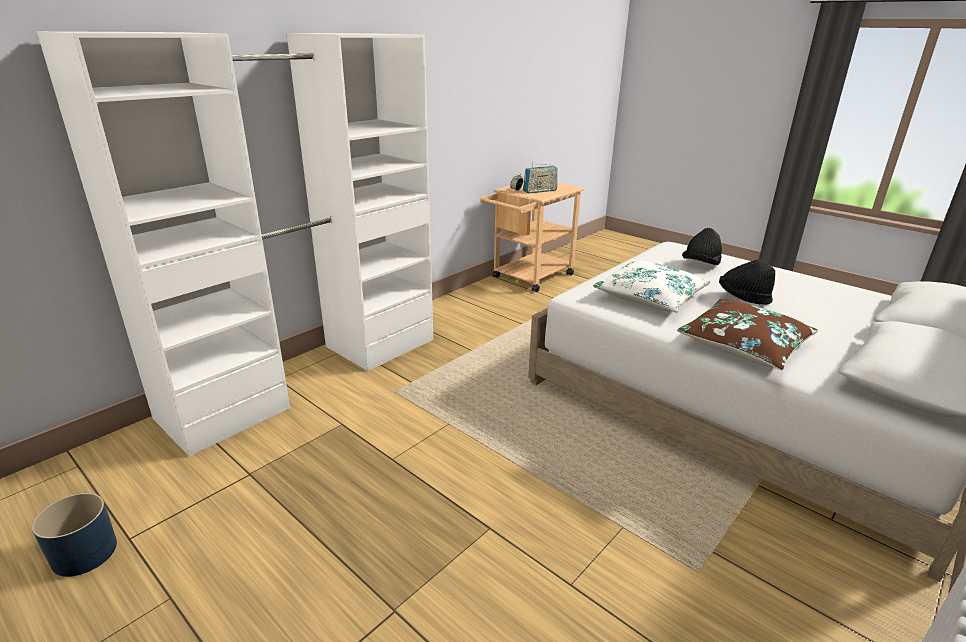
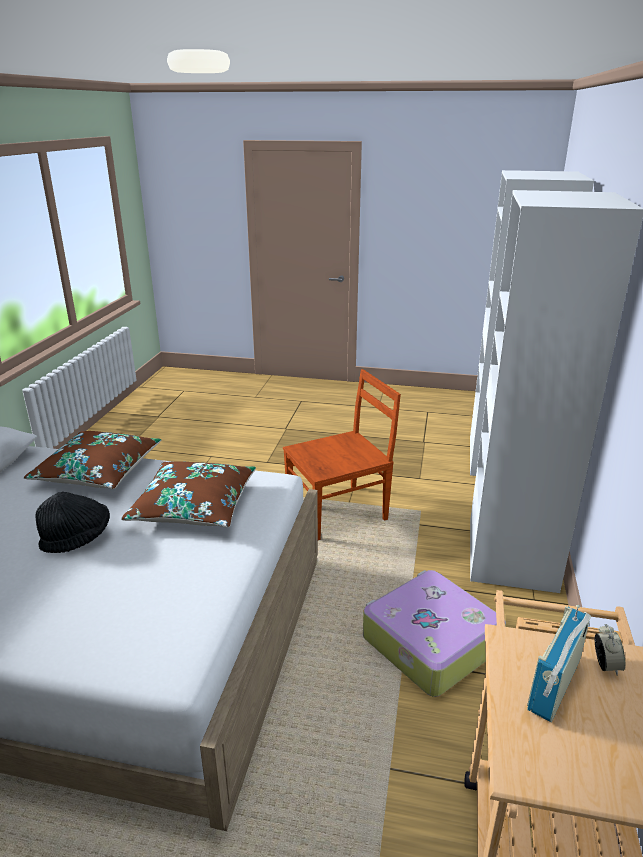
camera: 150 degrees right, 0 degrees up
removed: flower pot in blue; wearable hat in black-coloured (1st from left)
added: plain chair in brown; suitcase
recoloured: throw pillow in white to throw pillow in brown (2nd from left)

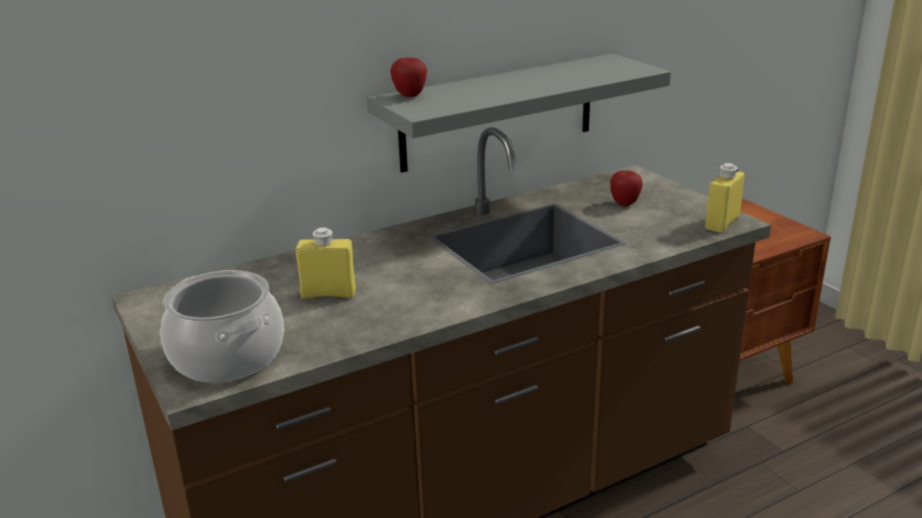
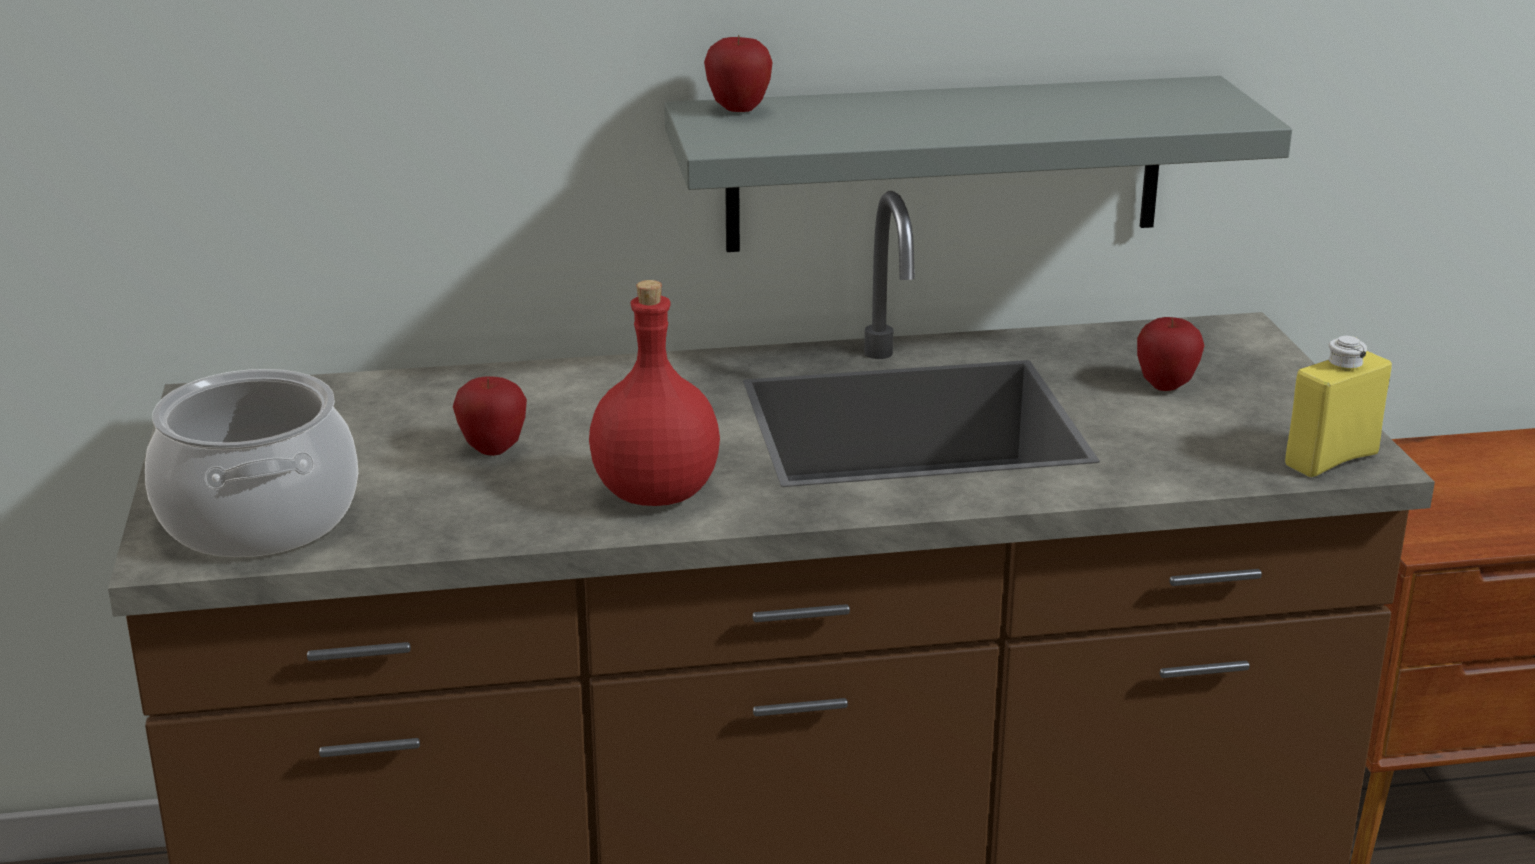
camera: 20 degrees right, 0 degrees up
added: drink bottle in reddish
replaced: drink bottle in yellow-coloured (1st from left) to whole apple (1st from left)

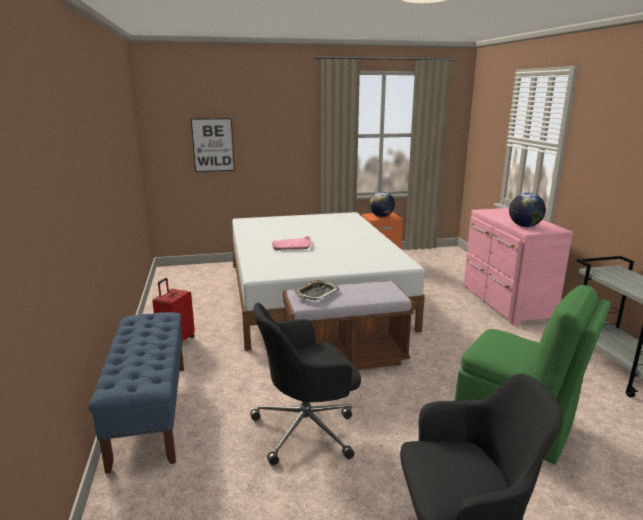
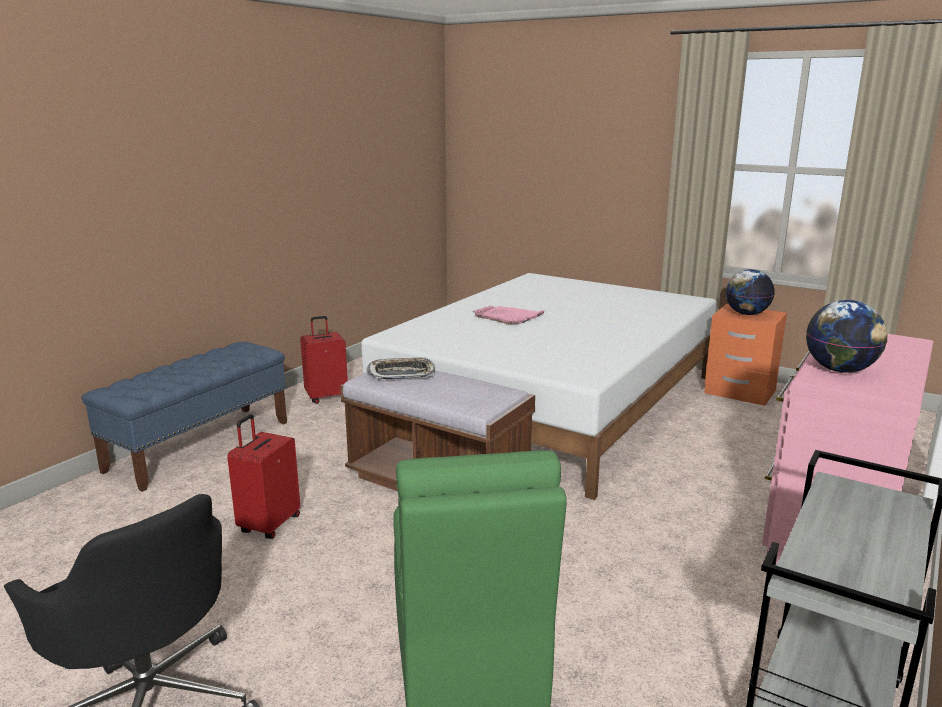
camera: 45 degrees right, 0 degrees up
removed: wall art
replaced: computer chair in black-coloured (1st from left) to suitcase in reddish (1st from left)

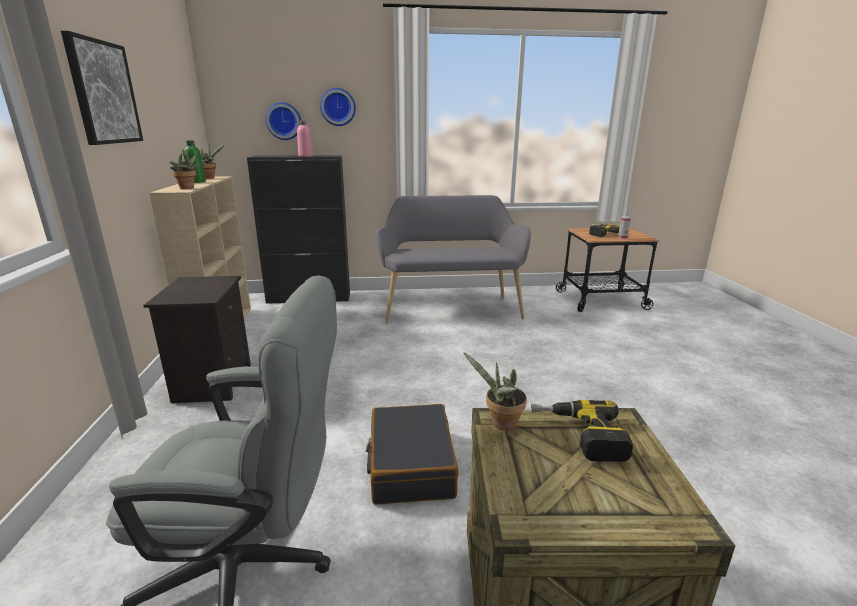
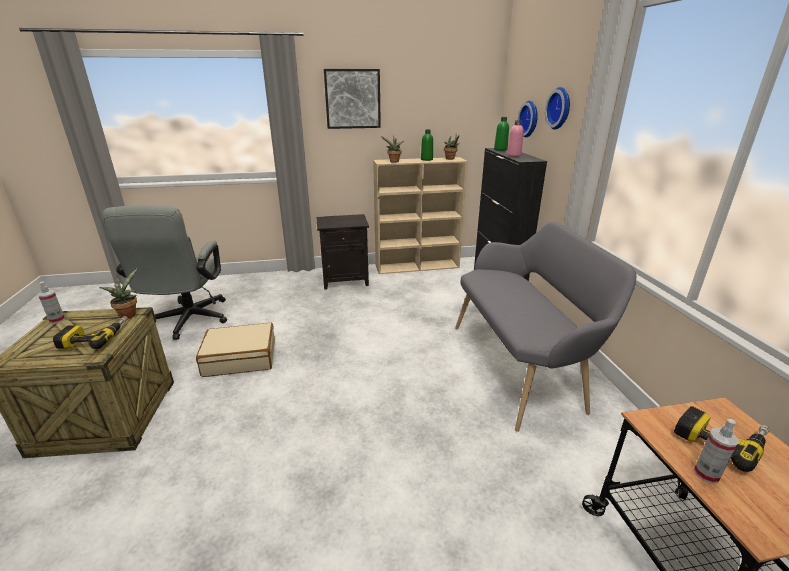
camera: 85 degrees right, 5 degrees up
added: spray bottle (1st from left); drink bottle in greenish (2nd from left)
recoloured: suitcase in black-coloured to suitcase in beige-coloured

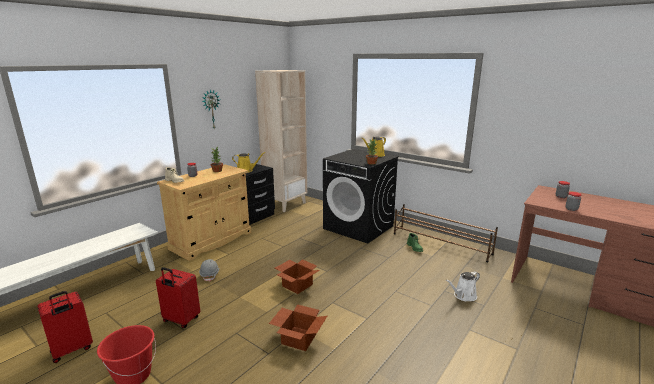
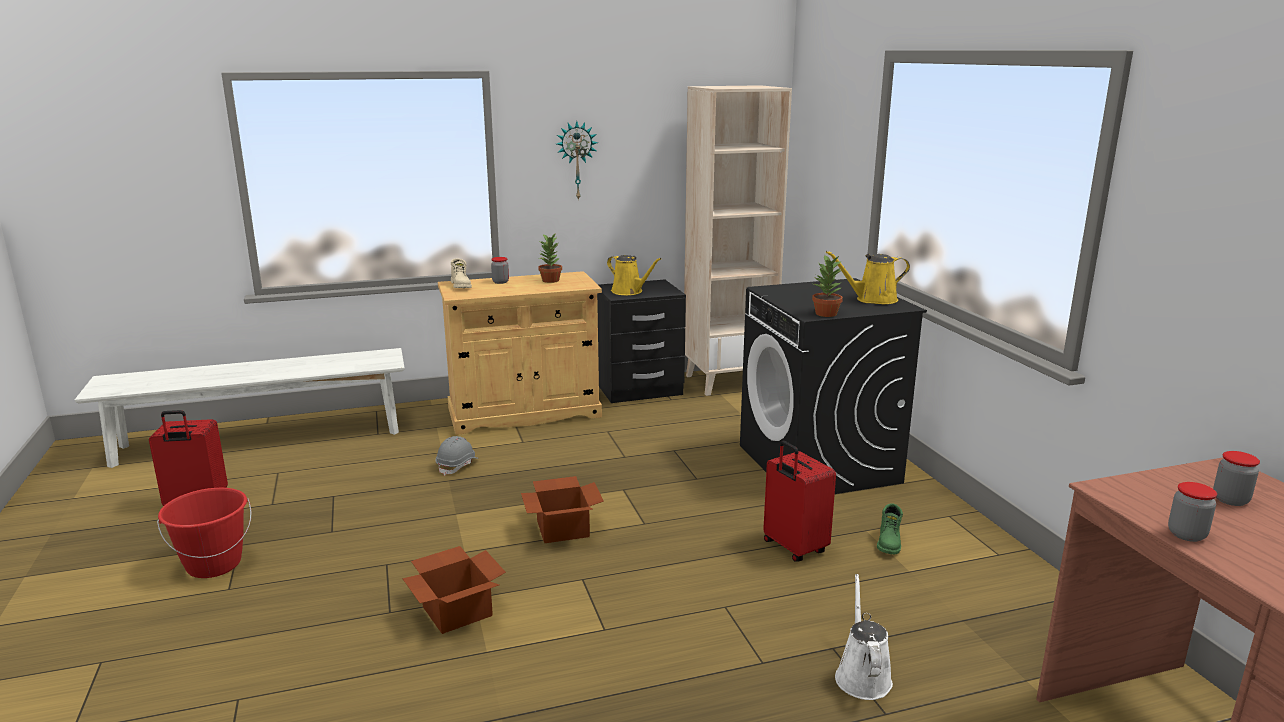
camera: 35 degrees right, 0 degrees up
removed: shoe stand in brown
moved: suitcase in reddish (2nd from left)
turned: sprinkling can in white 90 degrees clockwise

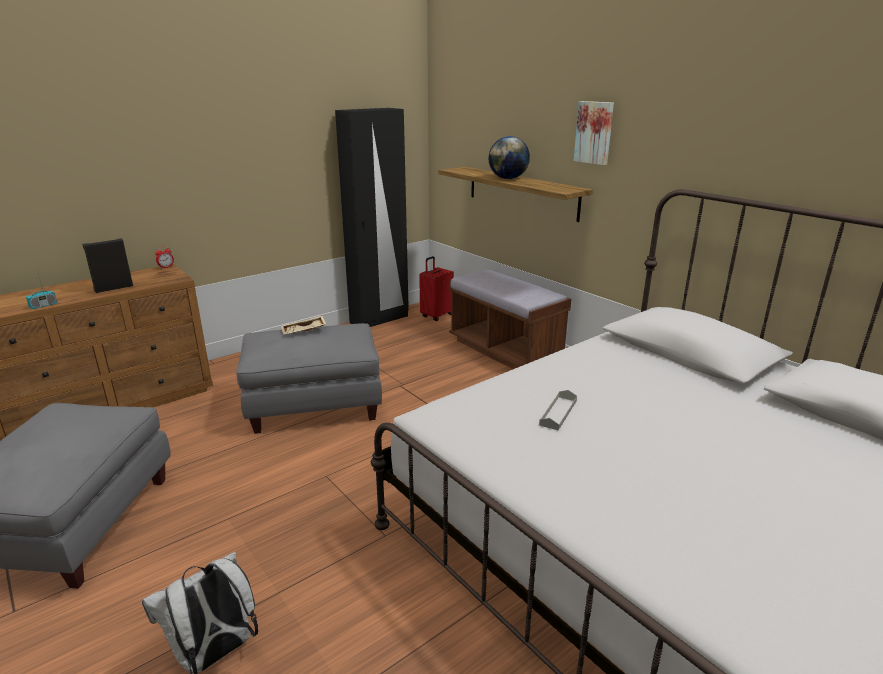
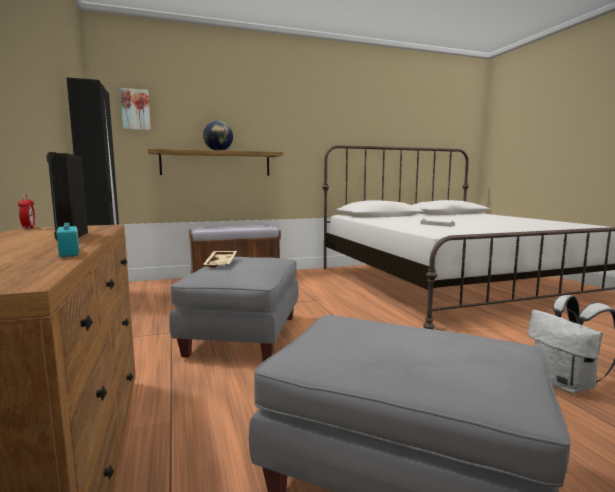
camera: 70 degrees left, 15 degrees down
removed: suitcase in reddish
moved: wall art

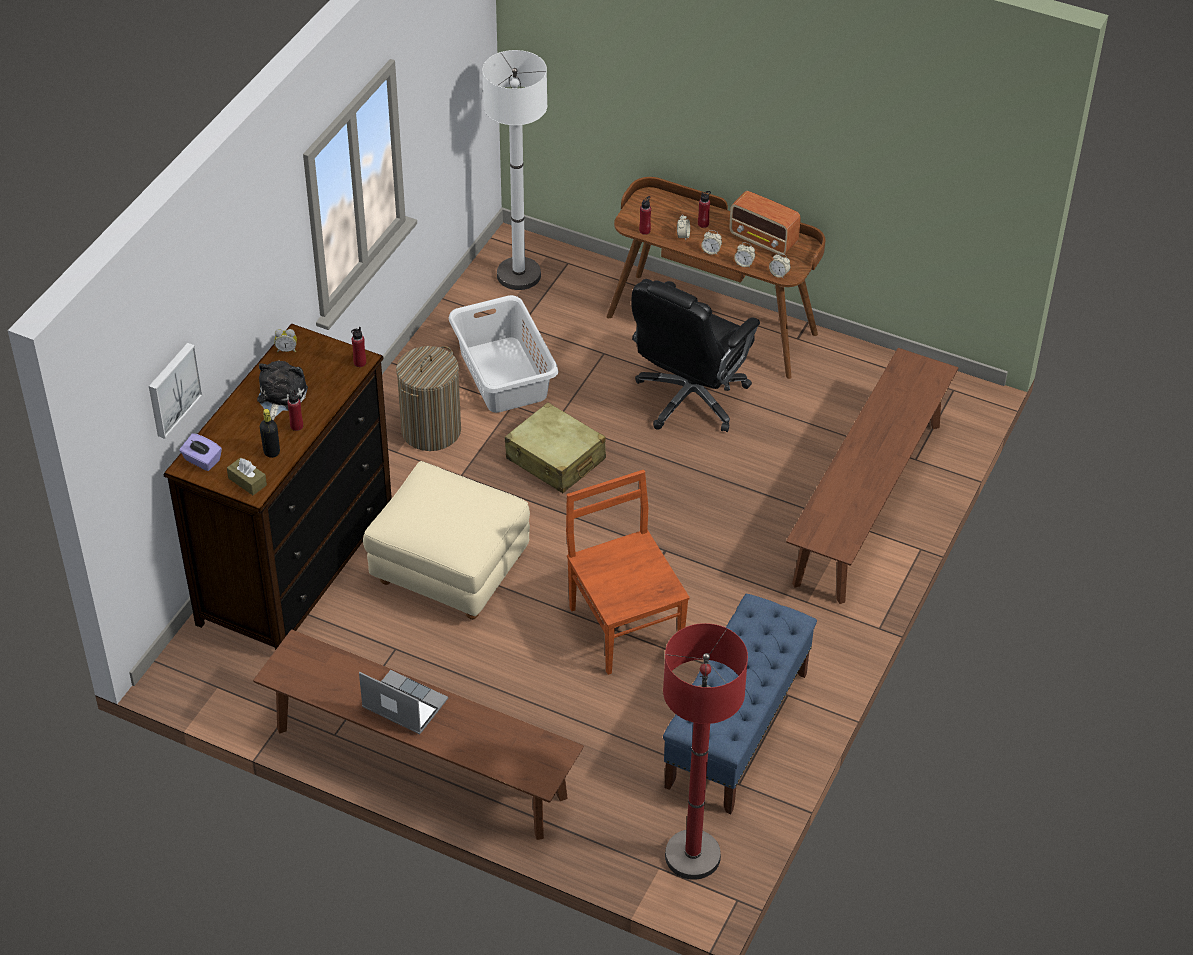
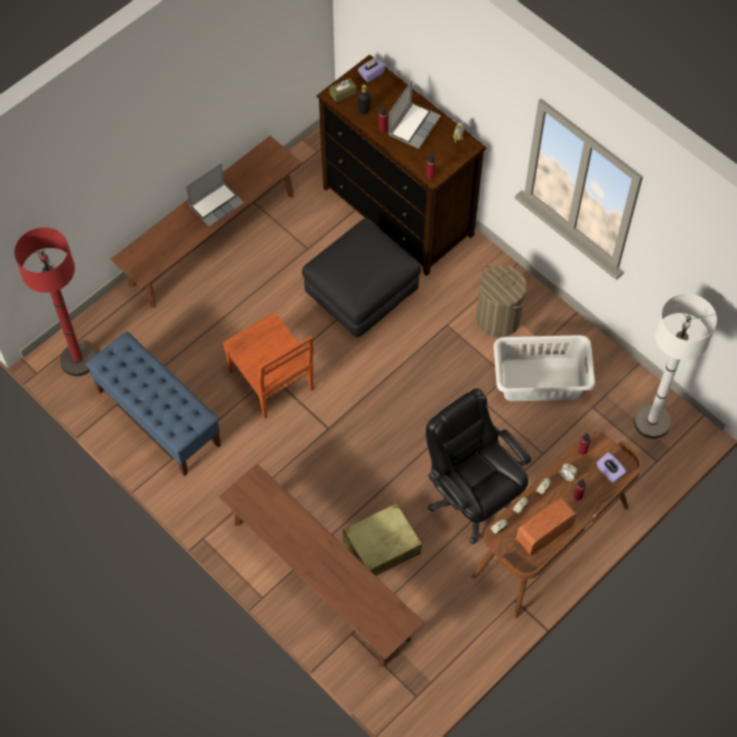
camera: 110 degrees right, 15 degrees up
removed: wall art
added: tissue holder in purplish (2nd from left)
moved: suitcase in beige-coloured
replaced: plush toy to laptop (2nd from left)
recoloured: pouffe in beige-coloured to pouffe in black-coloured
turned: plain chair in brown 60 degrees clockwise

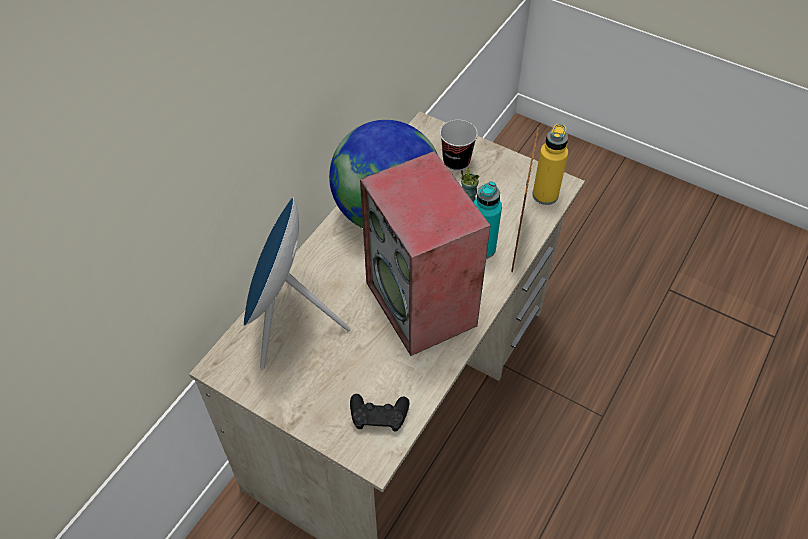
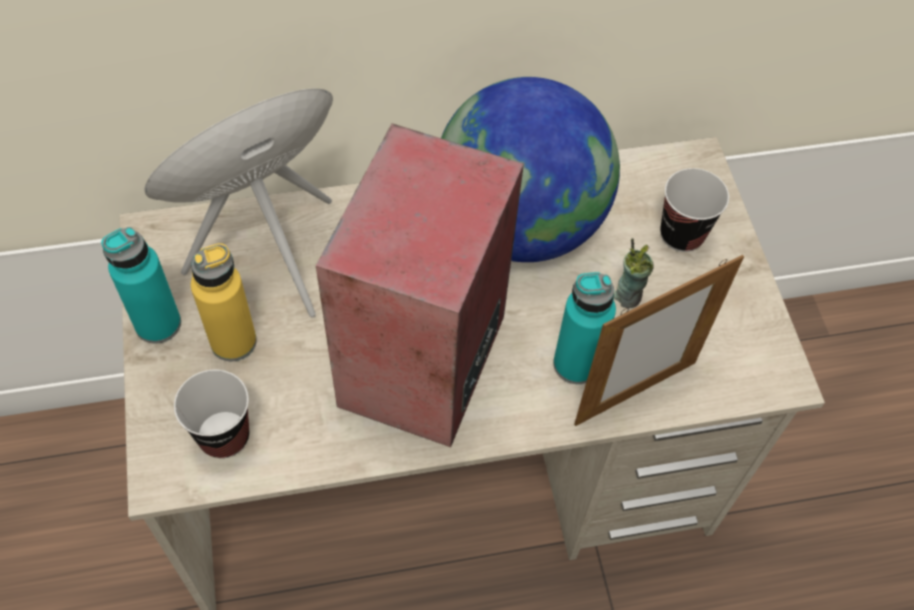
camera: 45 degrees right, 5 degrees up
added: drink bottle in turquoise-coloured (1st from left)
moved: drink bottle in yellow-coloured
replaced: game controller in black-coloured to small cup (1st from left)

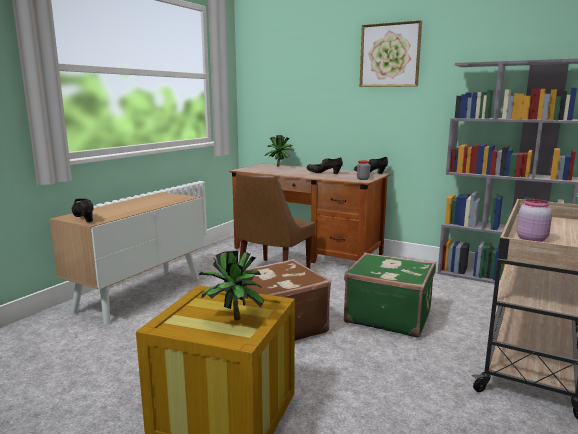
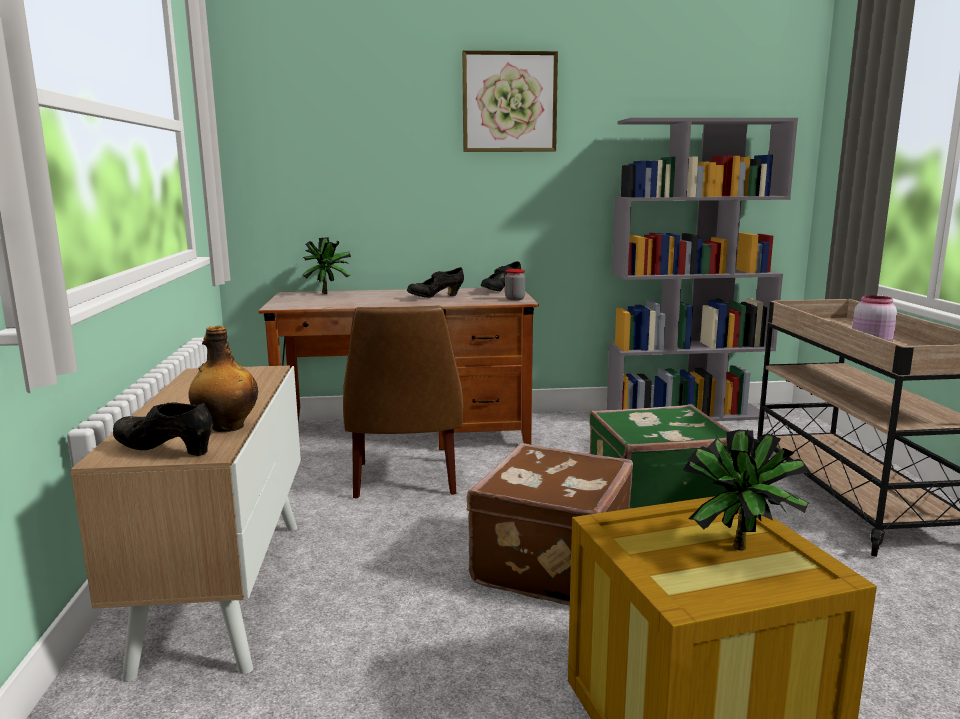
camera: 35 degrees left, 0 degrees up
added: drink bottle

